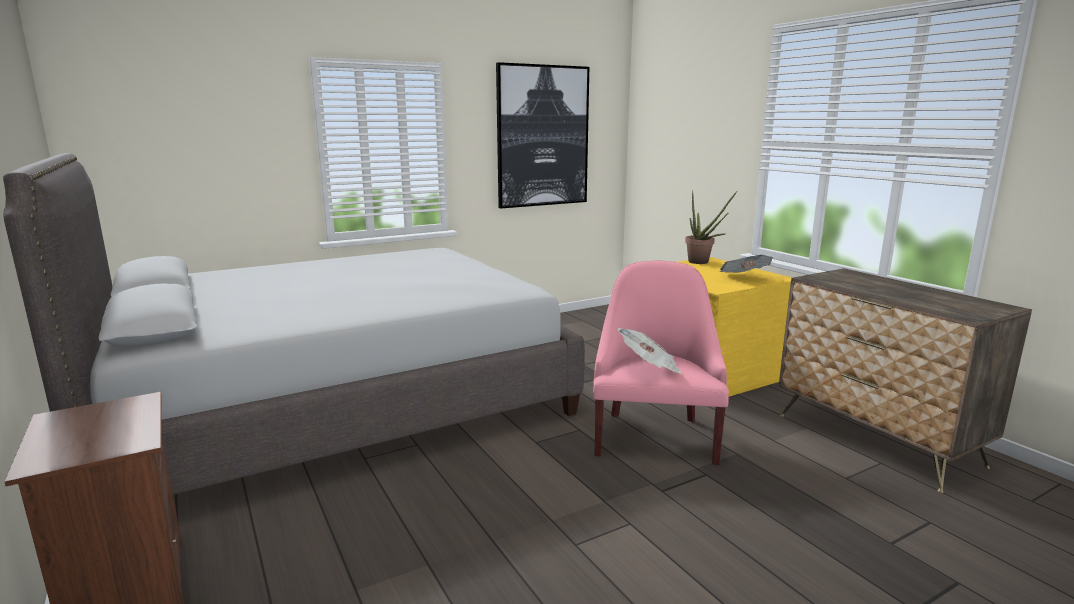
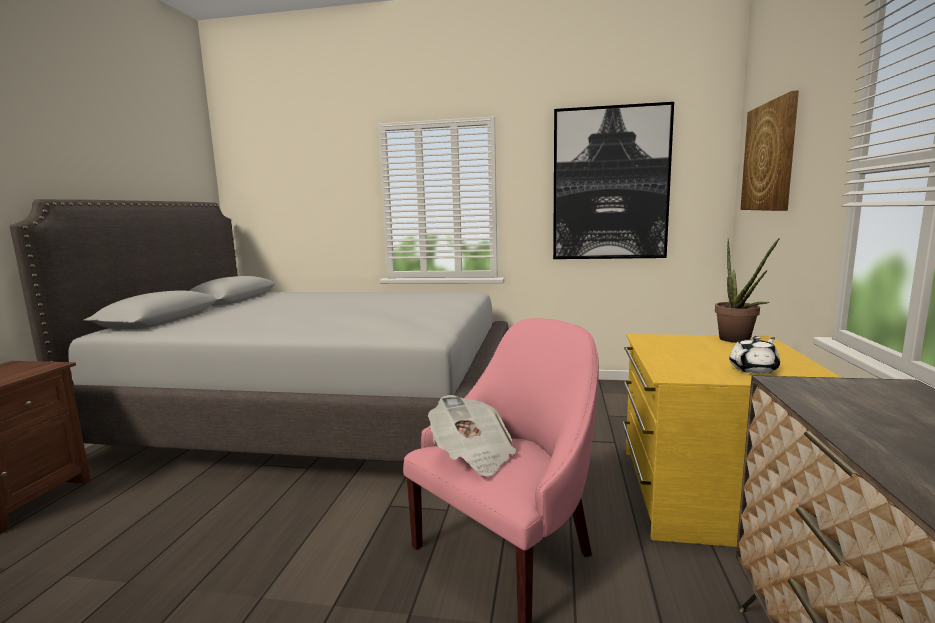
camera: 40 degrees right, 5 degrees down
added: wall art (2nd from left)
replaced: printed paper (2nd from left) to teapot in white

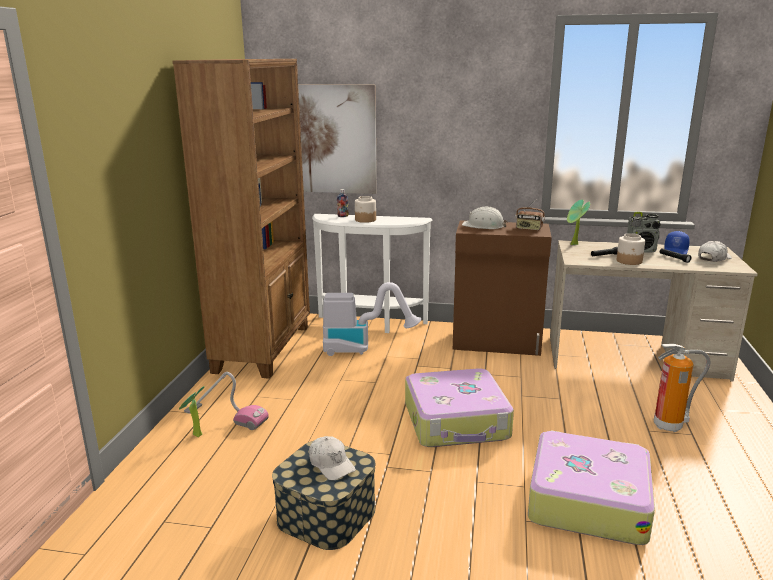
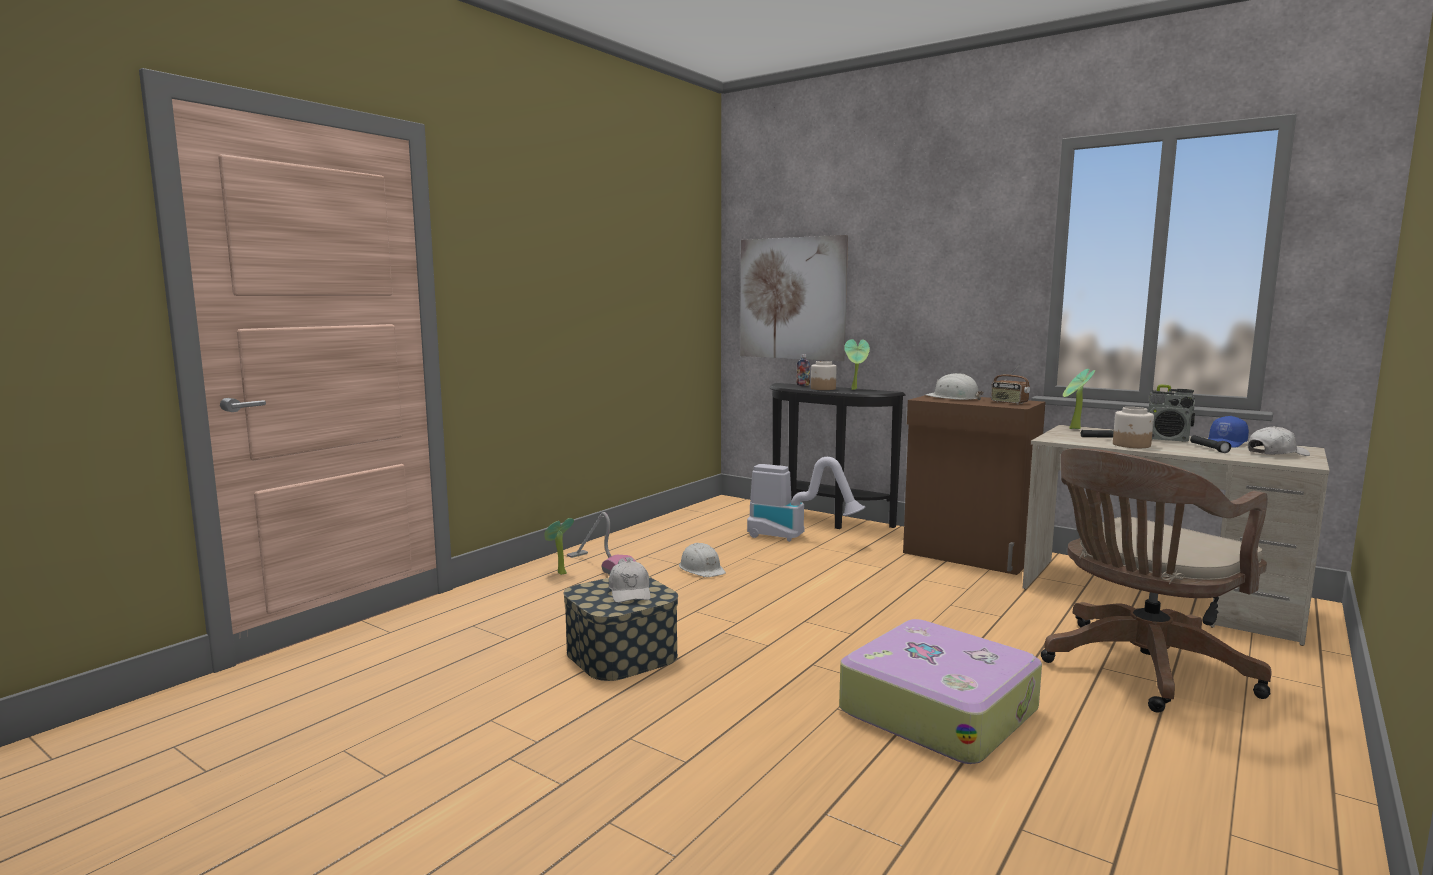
camera: 25 degrees right, 10 degrees down
removed: shelving unit in brown; suitcase (1st from left)
added: hard hat in white (1st from left); potted plant (2nd from left)
replaced: fire extinguisher to computer chair in brown
recoloured: narrow table in white to narrow table in black-coloured

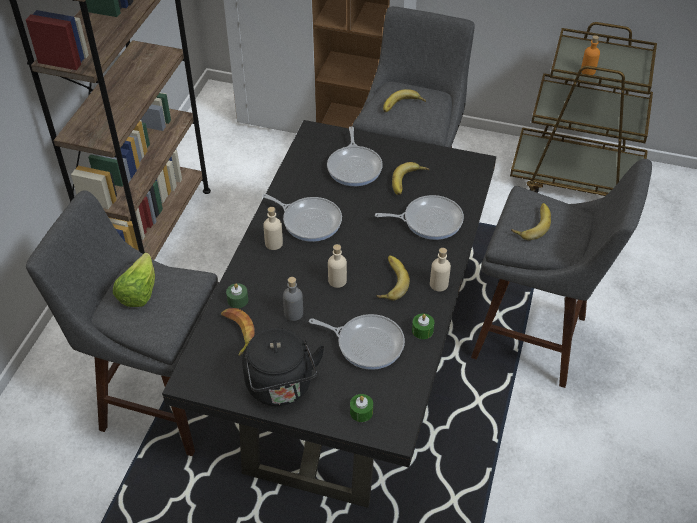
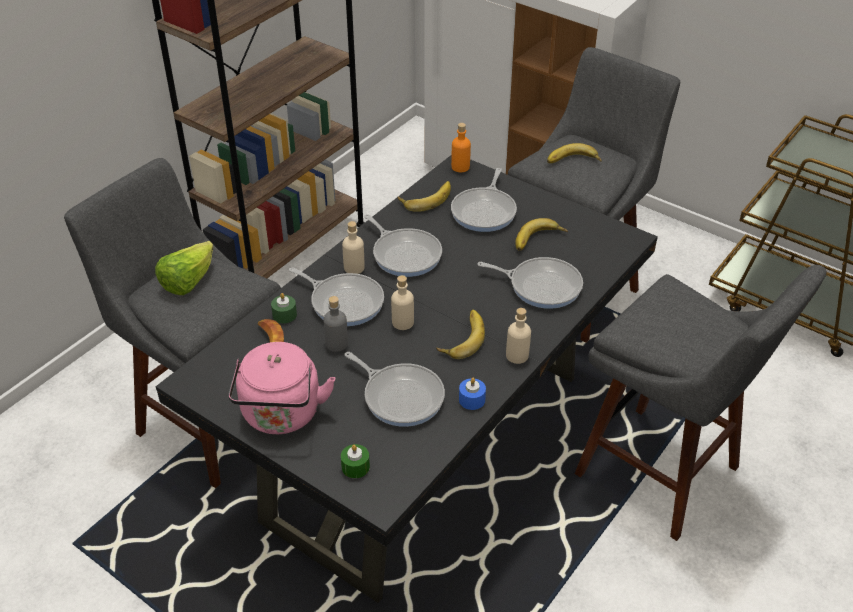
camera: 20 degrees right, 5 degrees down
added: pan (1st from left)
moved: banana fruit (5th from left in the first image) to banana fruit (2nd from left); drink bottle in orange-coloured
recoloured: tea kettle in black-coloured to tea kettle in pink; wax light in greenish (3rd from left) to wax light in blue

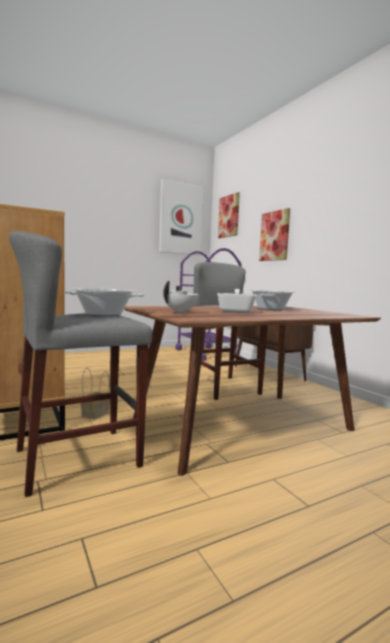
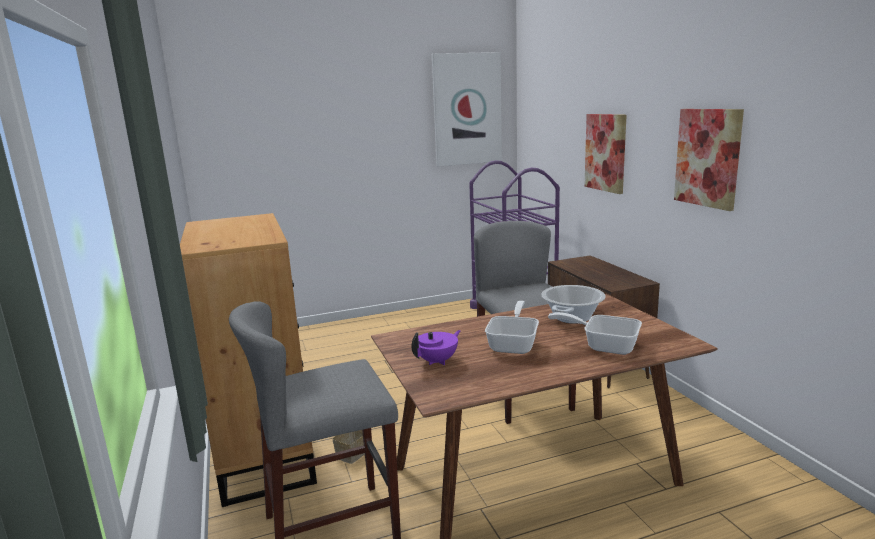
camera: 10 degrees right, 10 degrees up
removed: stockpot (1st from left)
added: pan (2nd from left)
moved: wall art (2nd from left in the first image) to wall art (3rd from left)
recoloured: teapot in white to teapot in purplish

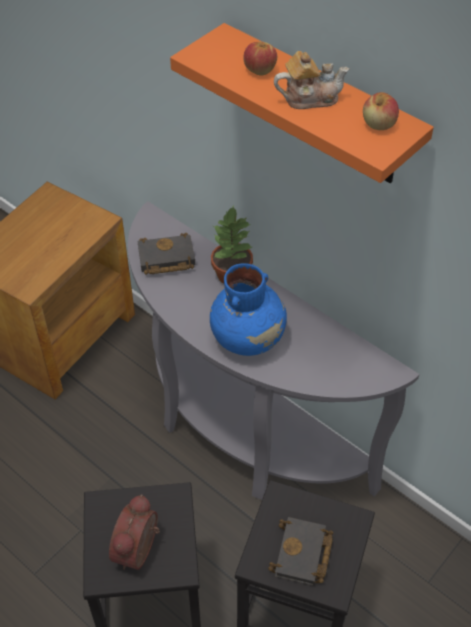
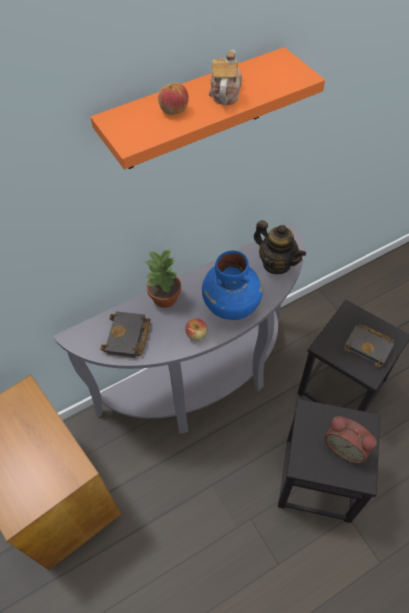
camera: 70 degrees left, 5 degrees up
added: teapot (2nd from left)
moved: whole apple (2nd from left)

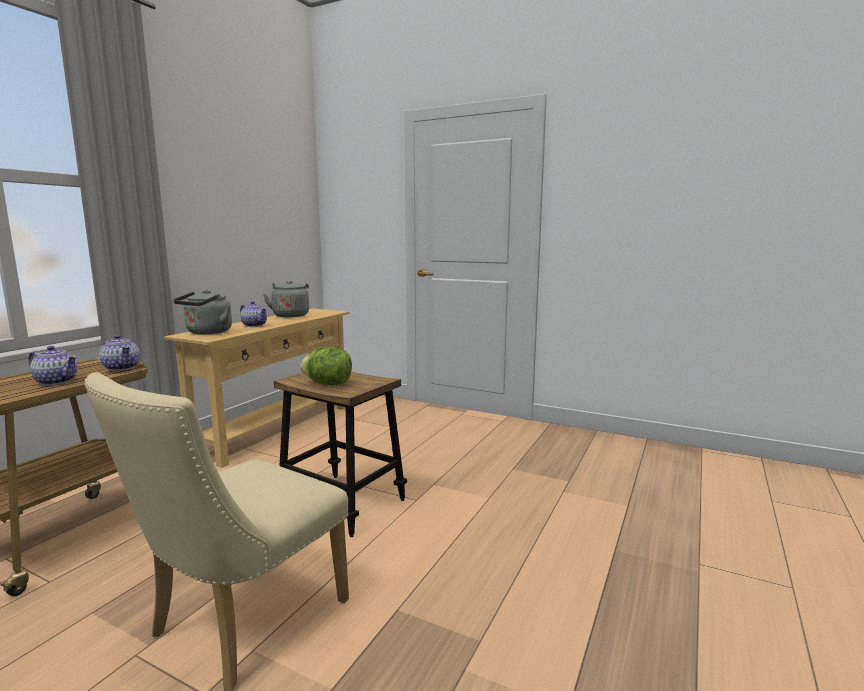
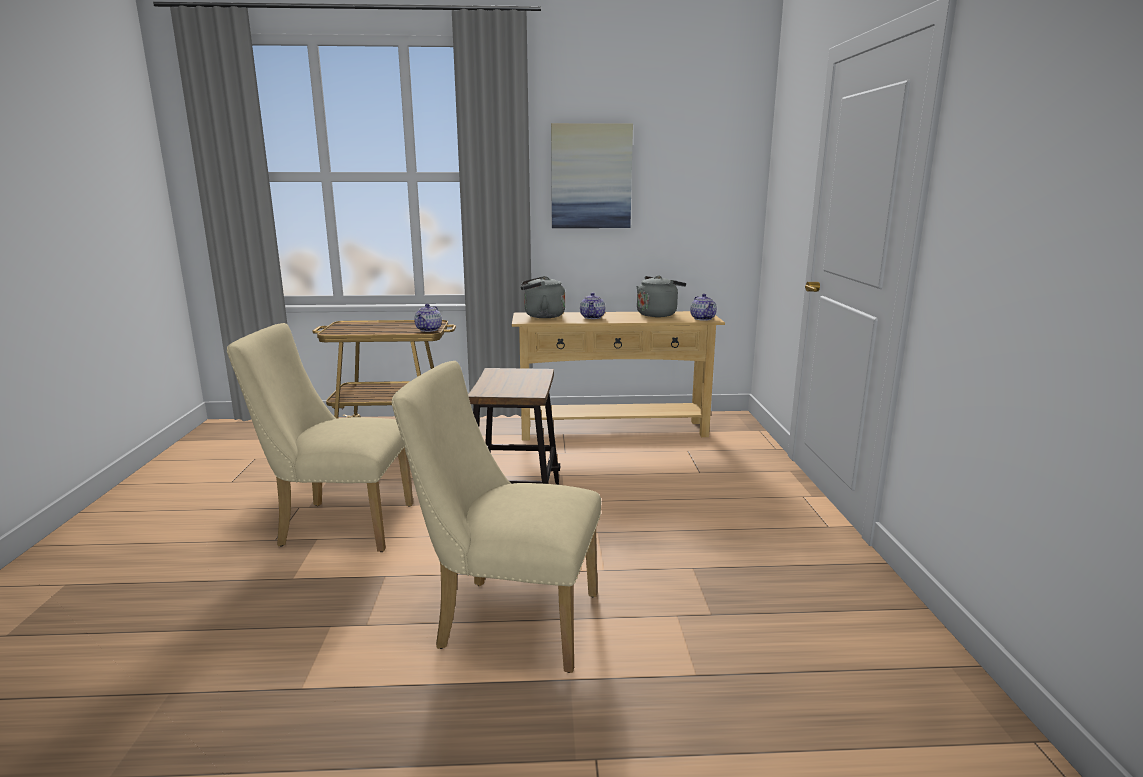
camera: 60 degrees right, 5 degrees up
removed: head of lettuce
added: plain chair in beige-coloured (2nd from left); wall art
moved: teapot (1st from left in the first image) to teapot (3rd from left)

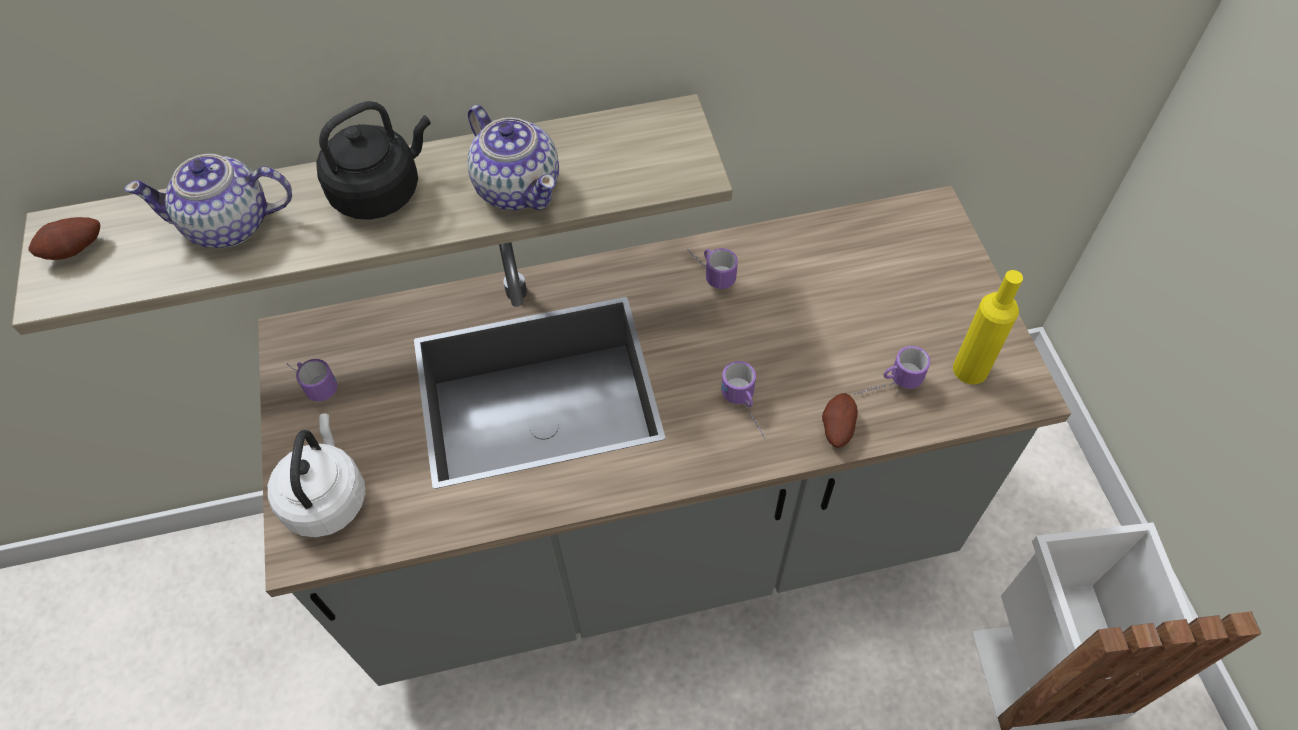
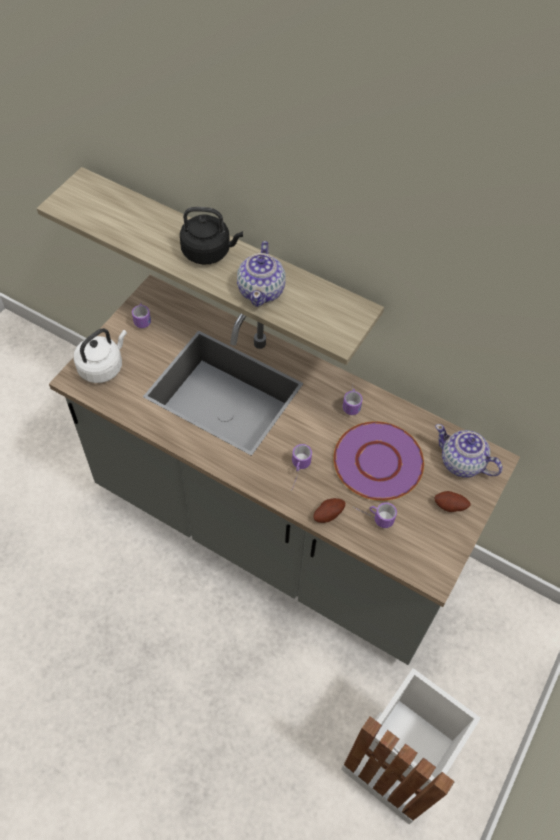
camera: 40 degrees right, 0 degrees up
removed: drink bottle in yellow-coloured
added: plate in purplish
moved: spud (1st from left in the first image) to spud (2nd from left); teapot (1st from left in the first image) to teapot (2nd from left)

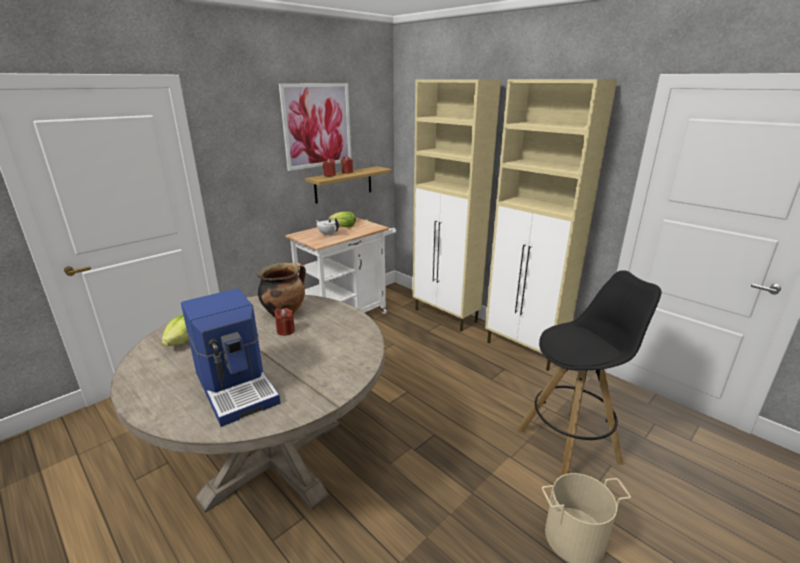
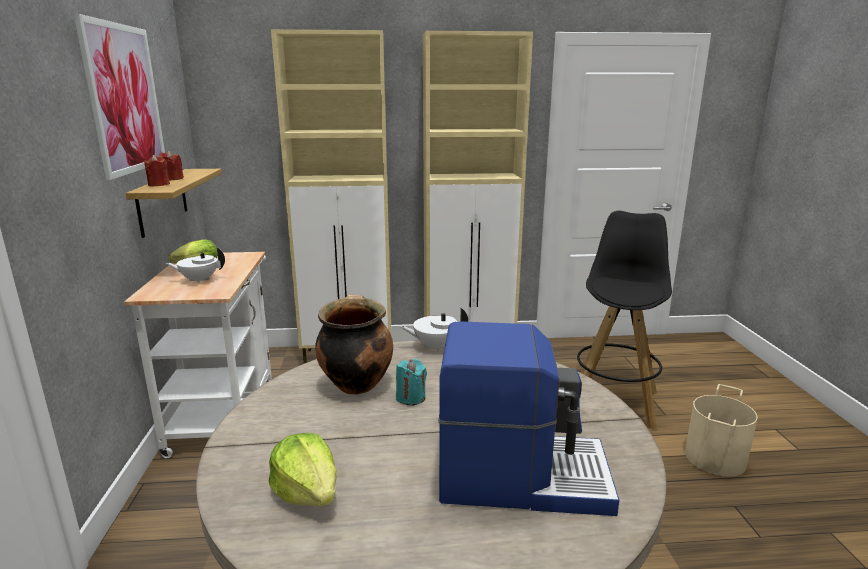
camera: 50 degrees left, 5 degrees down
added: teapot in white (2nd from left)
recoloured: wax light in reddish (1st from left) to wax light in turquoise-coloured

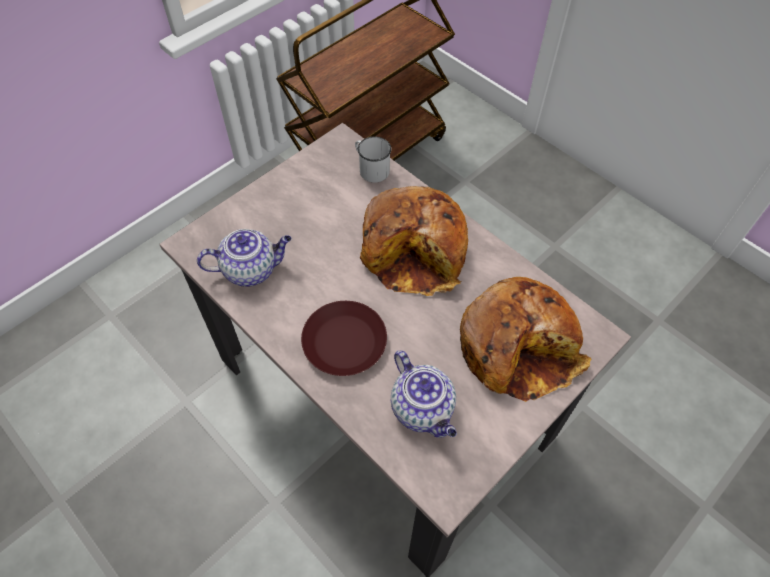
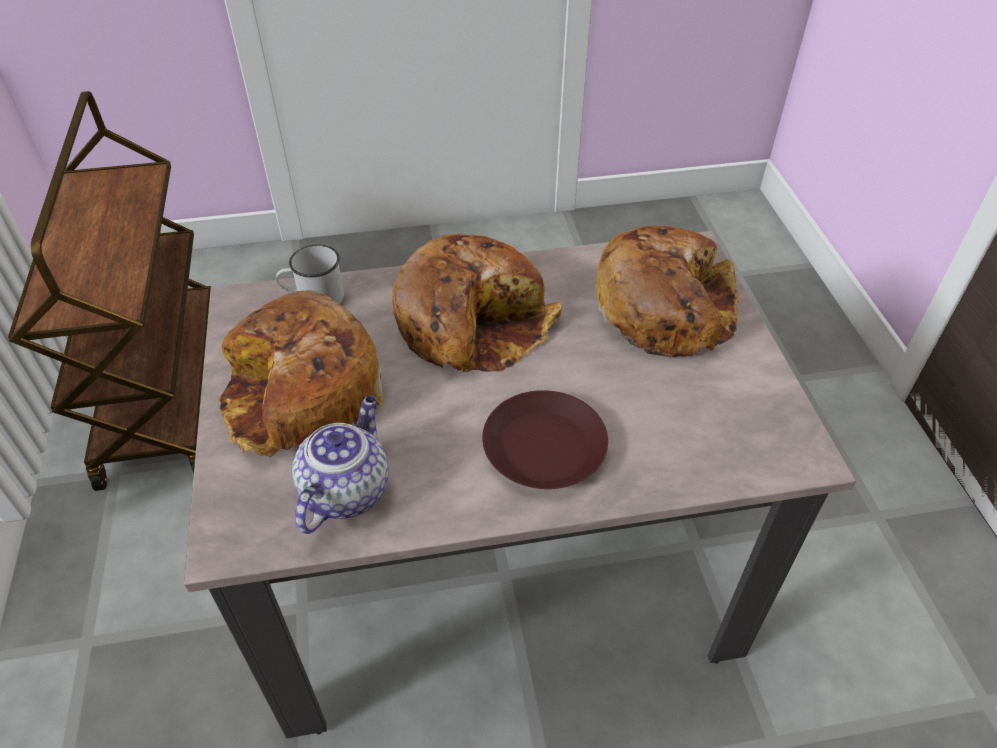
camera: 55 degrees left, 10 degrees down
removed: teapot (2nd from left)
added: baked bread (1st from left)

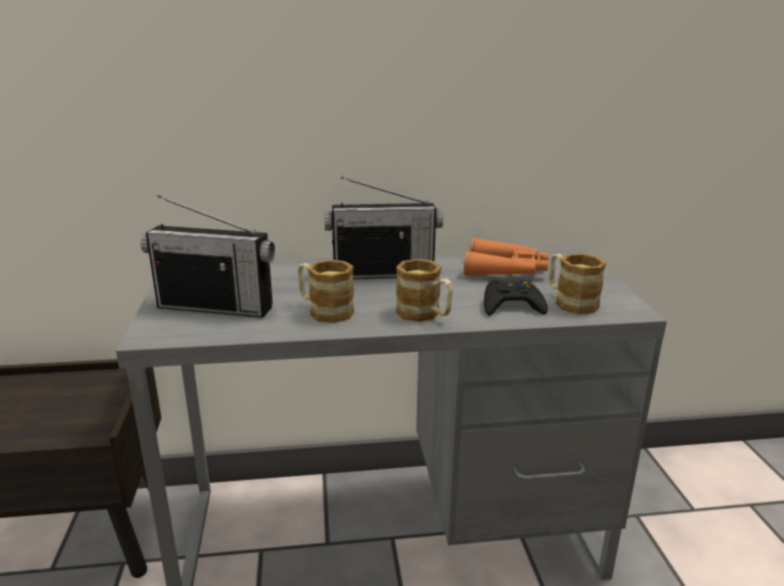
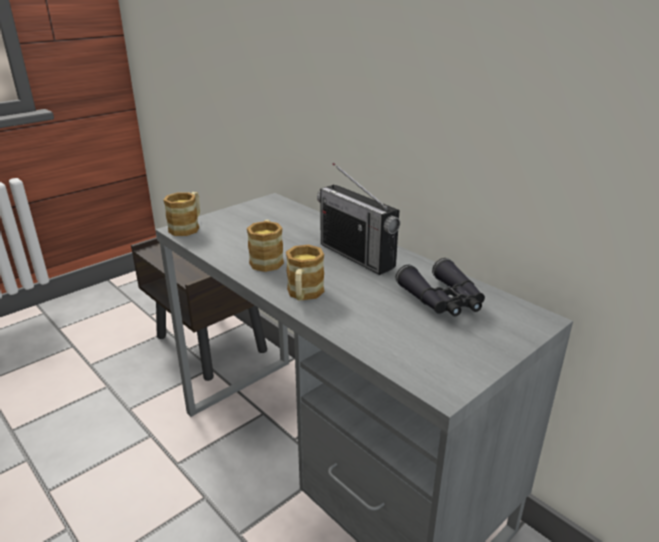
camera: 55 degrees right, 5 degrees up
removed: radio receiver (1st from left); game controller in black-coloured
moved: coffee mug (3rd from left in the first image) to coffee mug (1st from left)
recoloured: field glasses in orange-coloured to field glasses in black-coloured

